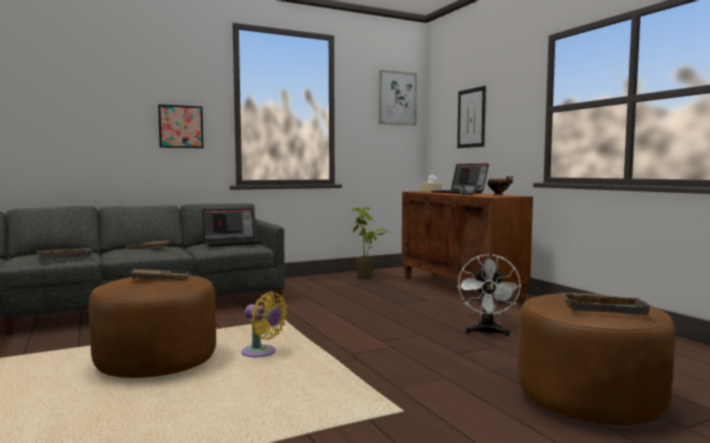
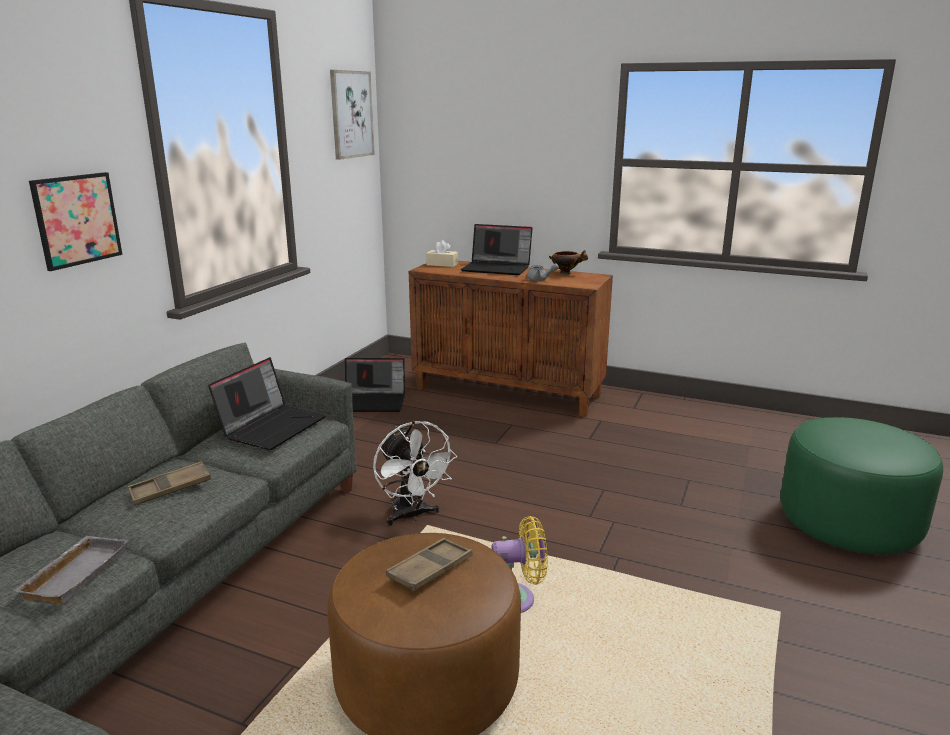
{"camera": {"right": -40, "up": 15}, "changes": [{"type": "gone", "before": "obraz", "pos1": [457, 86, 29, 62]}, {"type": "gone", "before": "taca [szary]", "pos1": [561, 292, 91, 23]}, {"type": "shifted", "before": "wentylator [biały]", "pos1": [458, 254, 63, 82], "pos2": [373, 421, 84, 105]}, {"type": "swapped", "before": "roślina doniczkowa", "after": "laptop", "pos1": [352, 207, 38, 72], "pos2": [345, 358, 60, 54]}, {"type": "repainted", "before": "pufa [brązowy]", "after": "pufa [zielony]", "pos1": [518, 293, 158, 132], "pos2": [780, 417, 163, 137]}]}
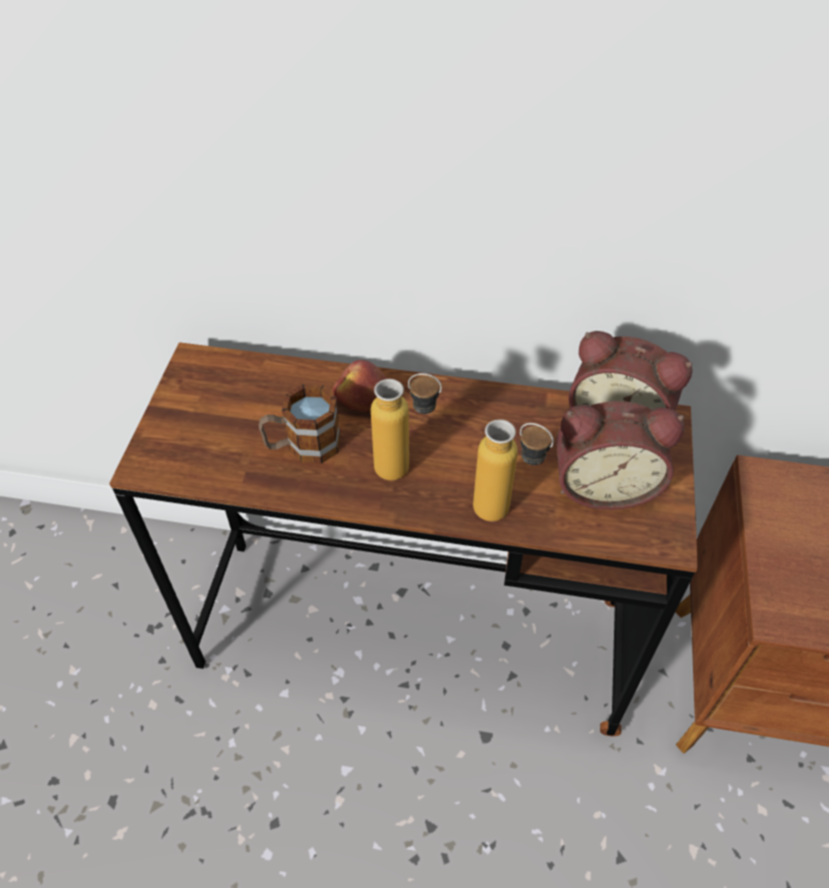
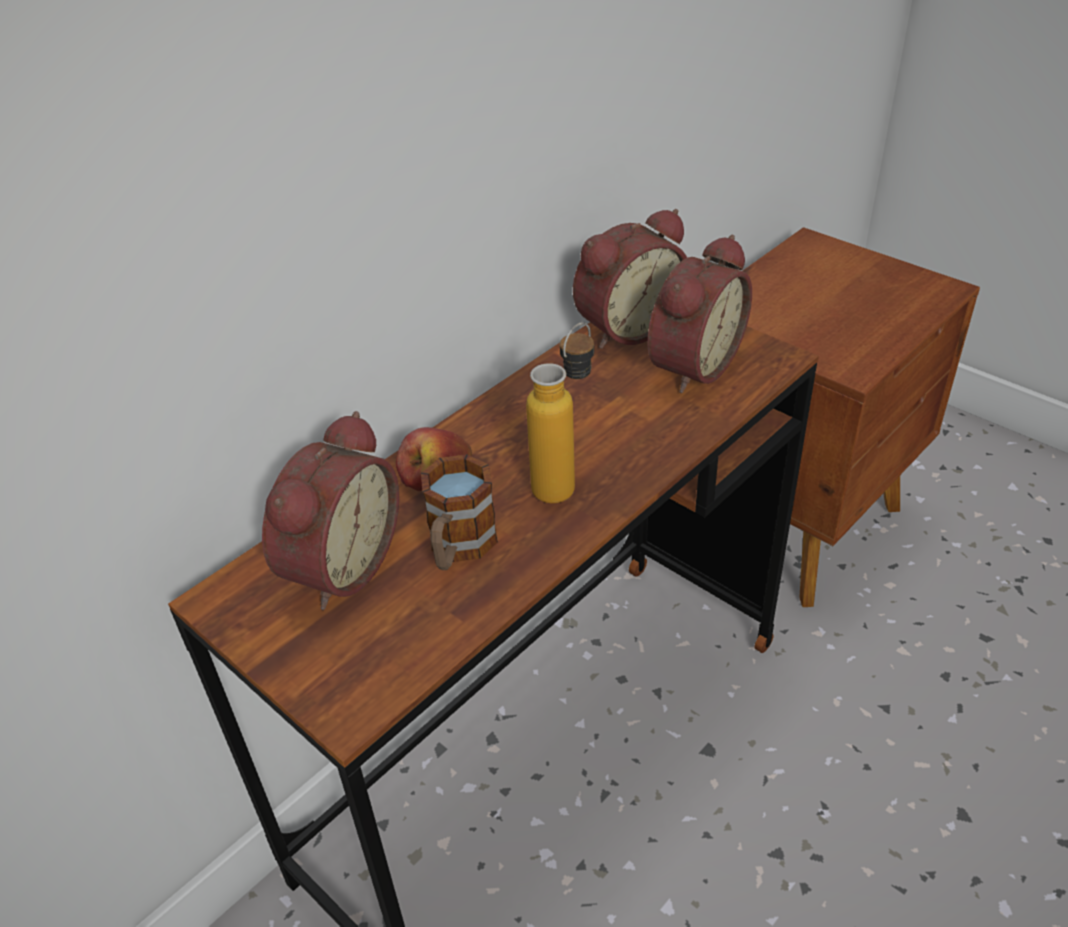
{"camera": {"right": -55, "up": -10}, "changes": [{"type": "gone", "before": "butelka", "pos1": [473, 419, 81, 102]}, {"type": "new", "after": "budzik", "pos2": [262, 411, 137, 199]}]}
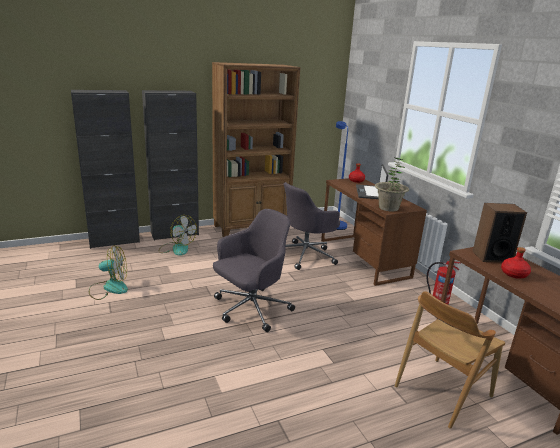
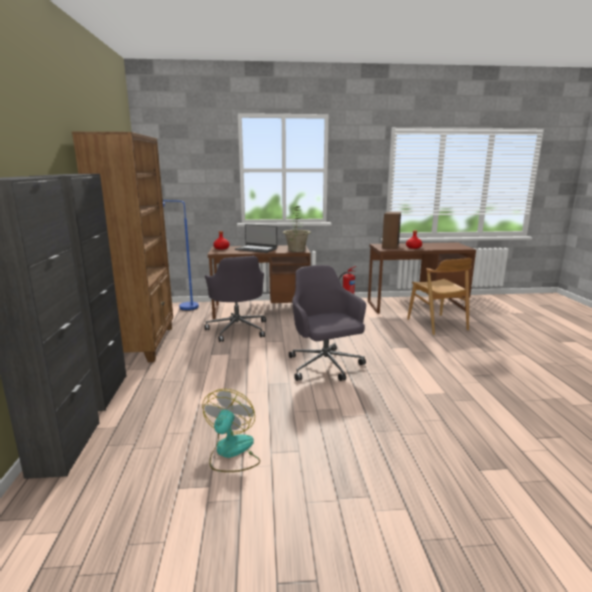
{"camera": {"right": -70, "up": -5}, "changes": [{"type": "gone", "before": "wentylator", "pos1": [159, 215, 38, 41]}]}
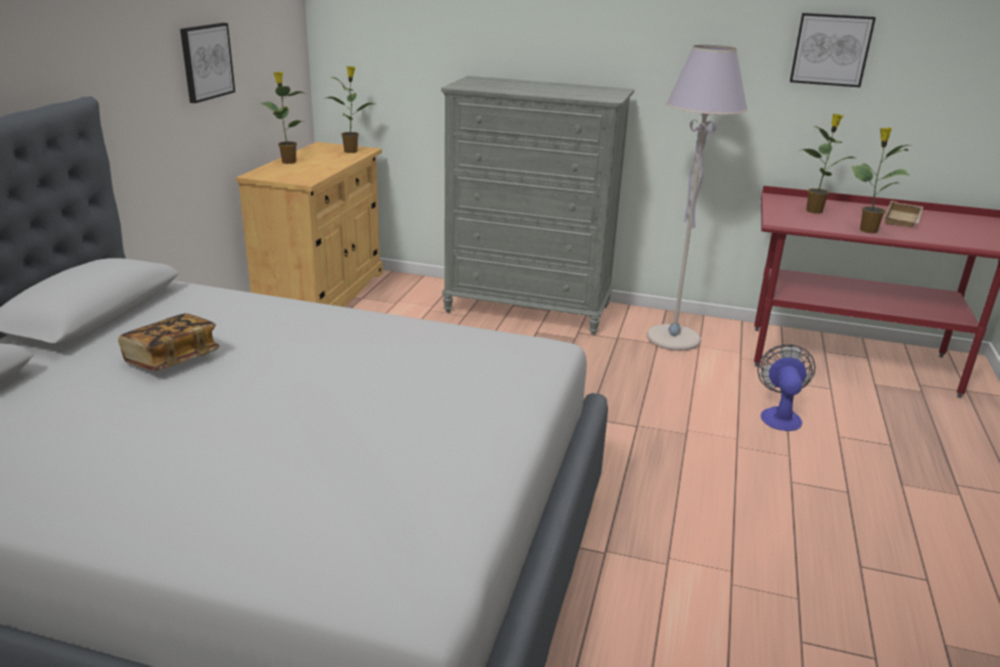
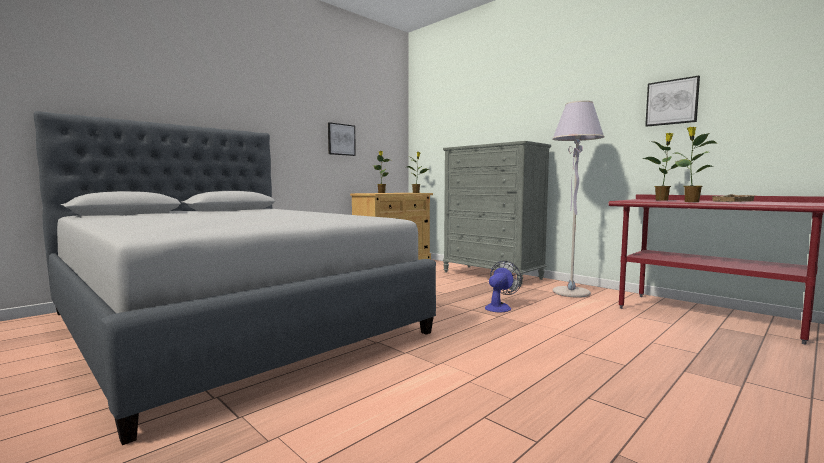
{"camera": {"right": 30, "up": -20}, "changes": [{"type": "gone", "before": "książka", "pos1": [118, 313, 101, 58]}, {"type": "shifted", "before": "wentylator", "pos1": [757, 344, 59, 87], "pos2": [485, 261, 37, 52]}]}
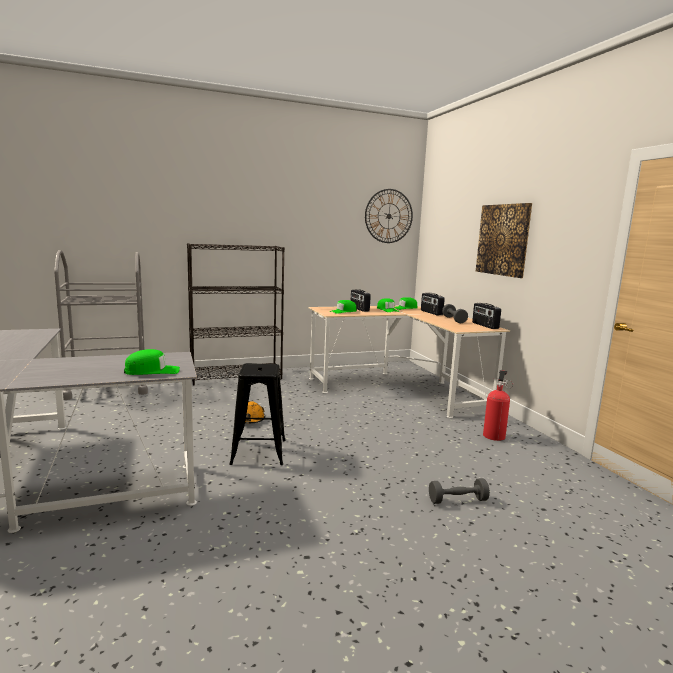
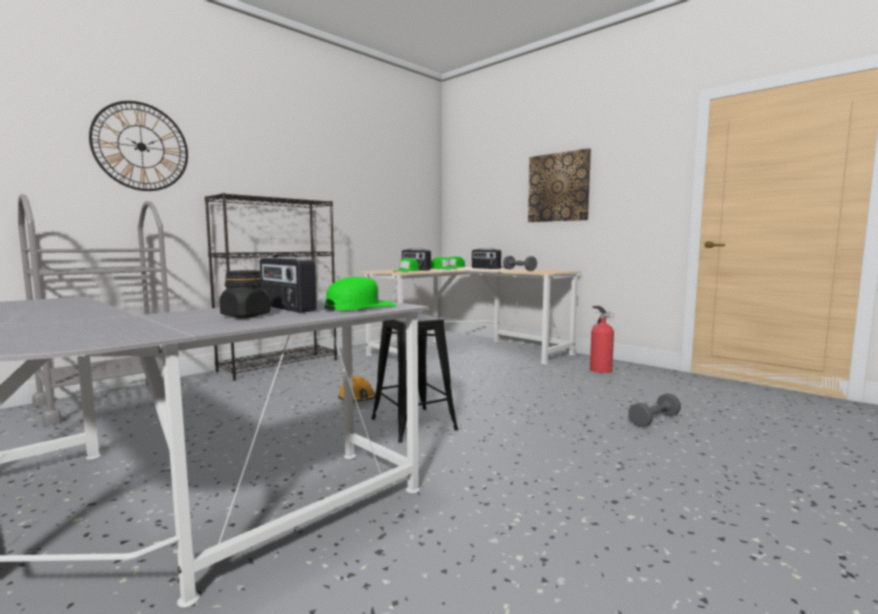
{"camera": {"right": -25, "up": -5}, "changes": [{"type": "new", "after": "słoik [czarny]", "pos2": [220, 270, 51, 48]}, {"type": "shifted", "before": "zegar ścienny", "pos1": [365, 189, 48, 54], "pos2": [89, 101, 99, 90]}, {"type": "shifted", "before": "radio", "pos1": [472, 303, 29, 26], "pos2": [260, 254, 57, 59]}]}
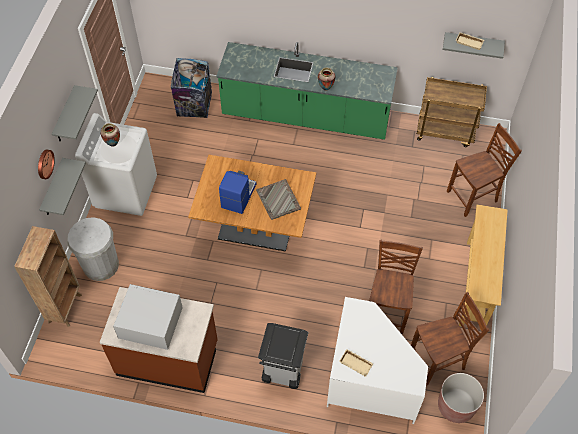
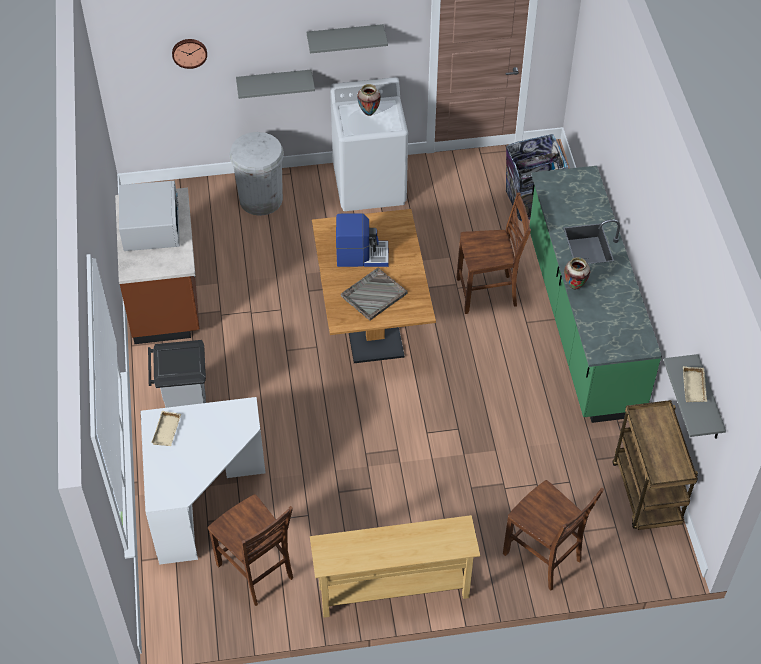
{"camera": {"right": 70, "up": -5}, "changes": [{"type": "gone", "before": "regał [brązowy]", "pos1": [14, 226, 68, 101]}, {"type": "gone", "before": "donica [brązowy]", "pos1": [438, 373, 46, 50]}, {"type": "shifted", "before": "zegar ścienny", "pos1": [38, 149, 17, 30], "pos2": [172, 39, 35, 30]}, {"type": "shifted", "before": "krzesło [brązowy]", "pos1": [369, 240, 54, 94], "pos2": [457, 192, 74, 122]}]}
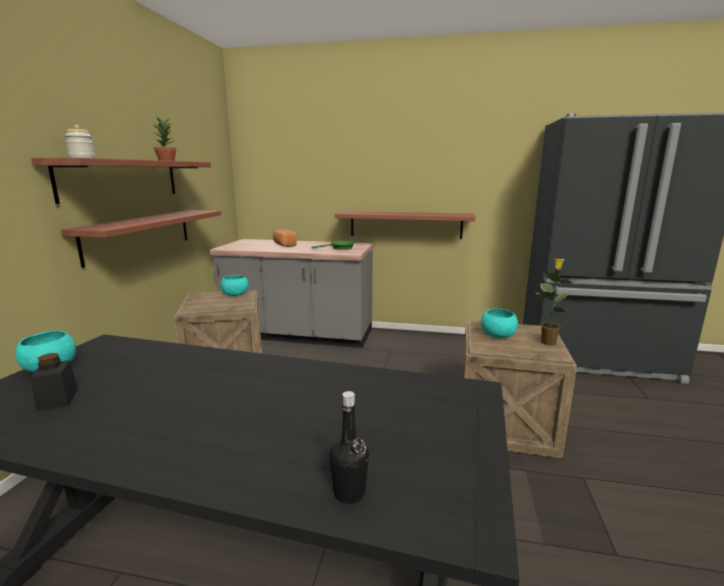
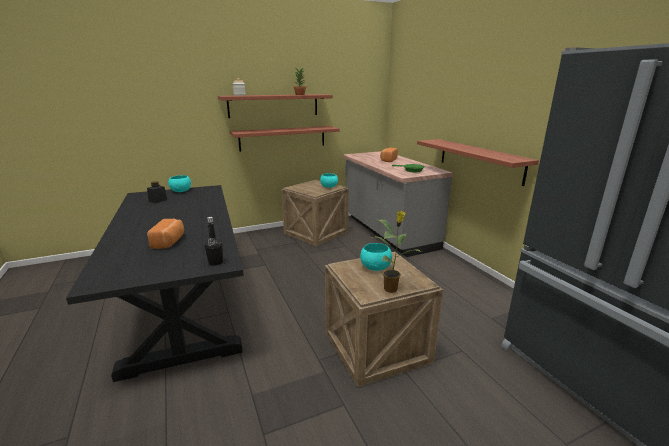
{"camera": {"right": 55, "up": 5}, "changes": [{"type": "new", "after": "chleb", "pos2": [147, 219, 37, 30]}, {"type": "shifted", "before": "butelka [czarny]", "pos1": [330, 391, 39, 113], "pos2": [205, 217, 18, 49]}]}
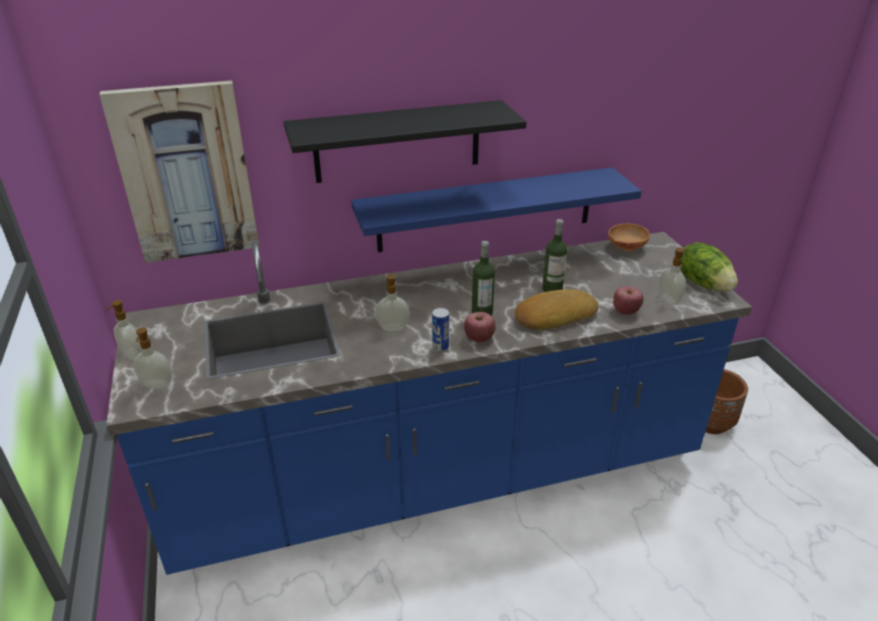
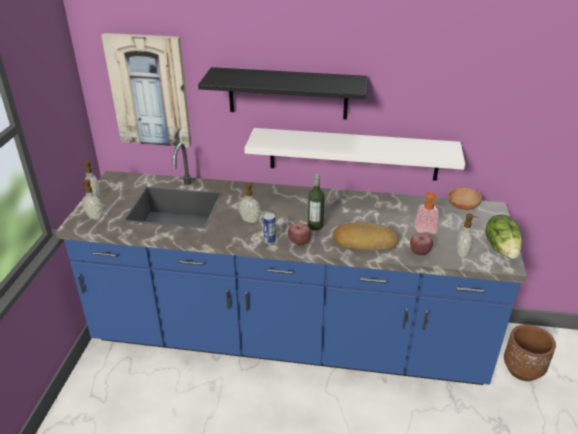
{"camera": {"right": 25, "up": 0}, "changes": [{"type": "gone", "before": "butelka", "pos1": [542, 219, 25, 73]}, {"type": "new", "after": "dozownik mydła", "pos2": [414, 192, 26, 43]}, {"type": "repainted", "before": "półka [niebieski]", "after": "półka [biały]", "pos1": [351, 167, 291, 85], "pos2": [244, 128, 221, 53]}]}
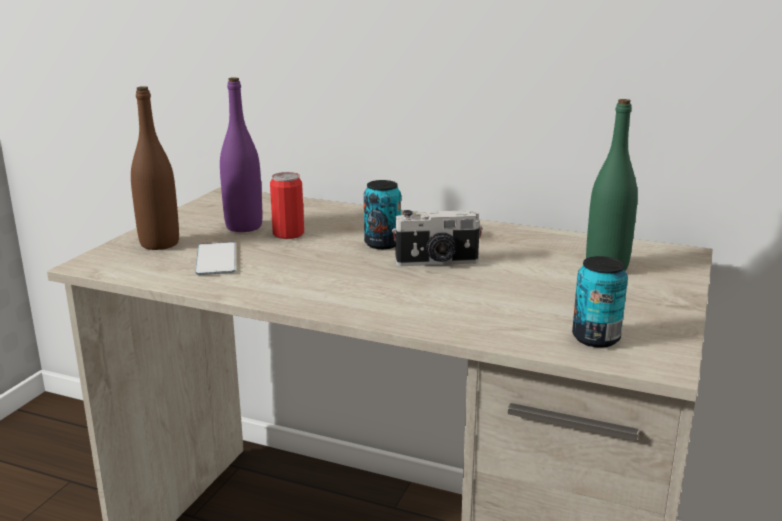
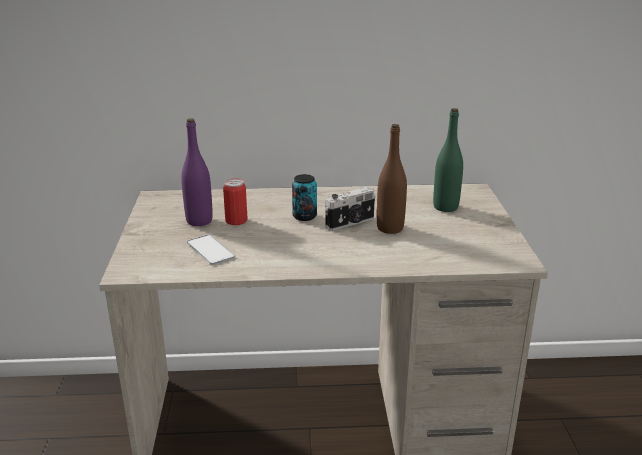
{"camera": {"right": -25, "up": 5}, "changes": [{"type": "gone", "before": "puszka", "pos1": [572, 256, 56, 92]}, {"type": "shifted", "before": "butelka [brązowy]", "pos1": [131, 86, 48, 164], "pos2": [377, 124, 30, 110]}]}
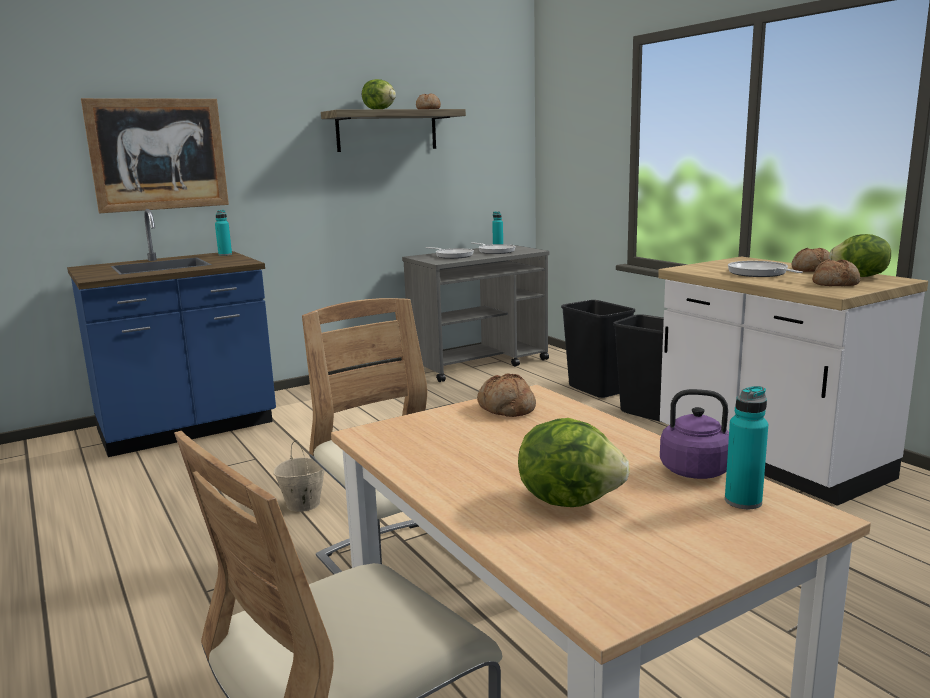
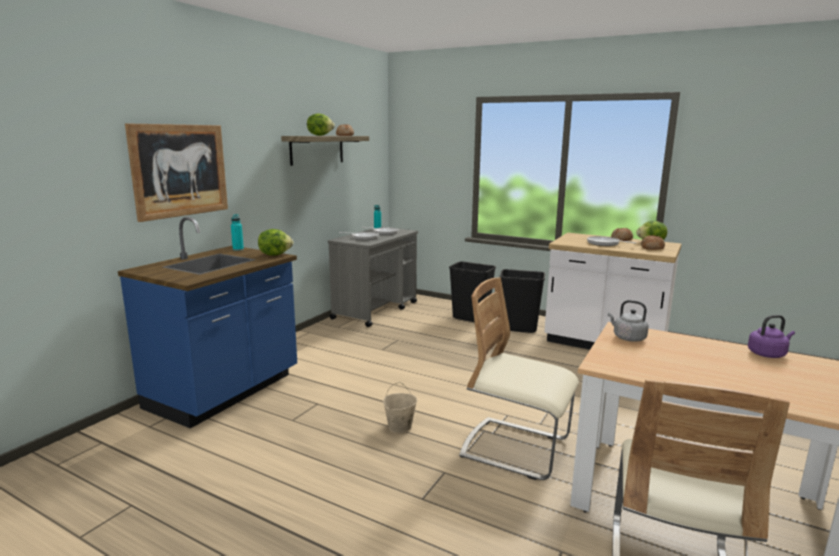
{"camera": {"right": -30, "up": 0}, "changes": [{"type": "gone", "before": "butelka [turkusowy]", "pos1": [725, 386, 43, 123]}, {"type": "shifted", "before": "sałata", "pos1": [518, 418, 112, 89], "pos2": [258, 229, 36, 27]}, {"type": "swapped", "before": "chleb", "after": "czajnik [szary]", "pos1": [477, 373, 59, 44], "pos2": [608, 300, 41, 42]}]}
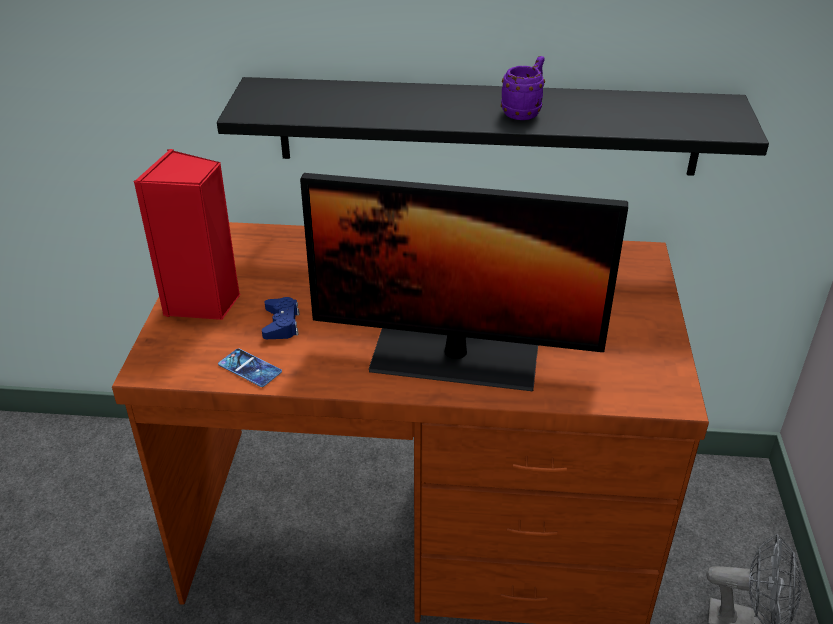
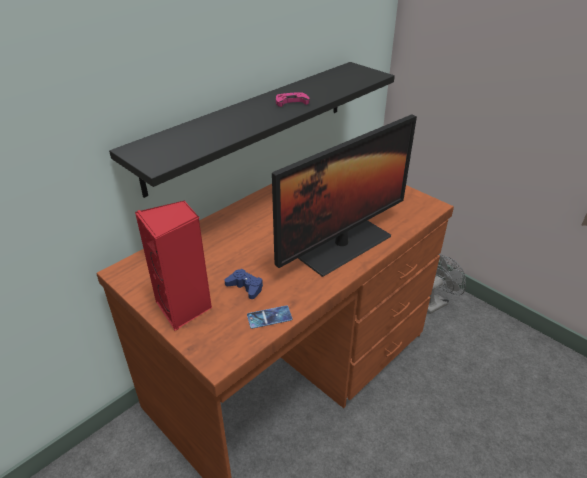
{"camera": {"right": -50, "up": 0}, "changes": [{"type": "swapped", "before": "kubek [fioletowy]", "after": "pad do gier [różowy]", "pos1": [501, 56, 44, 64], "pos2": [276, 92, 34, 15]}]}
